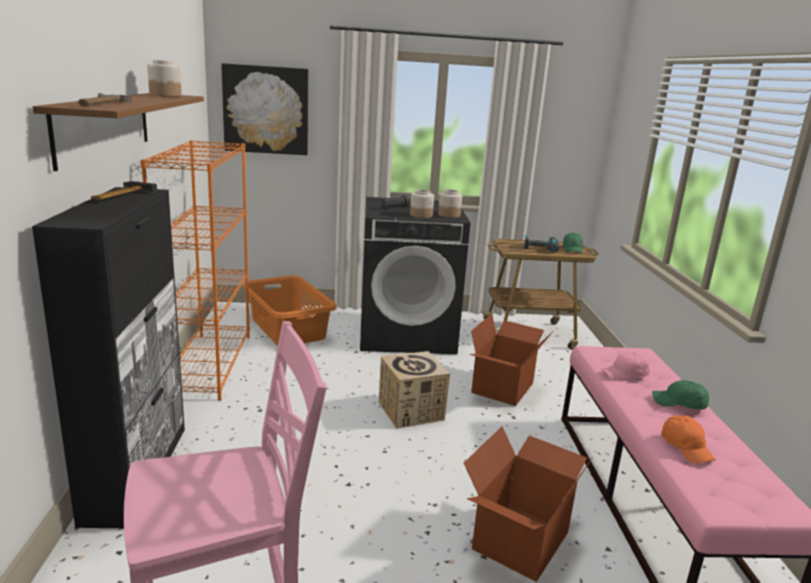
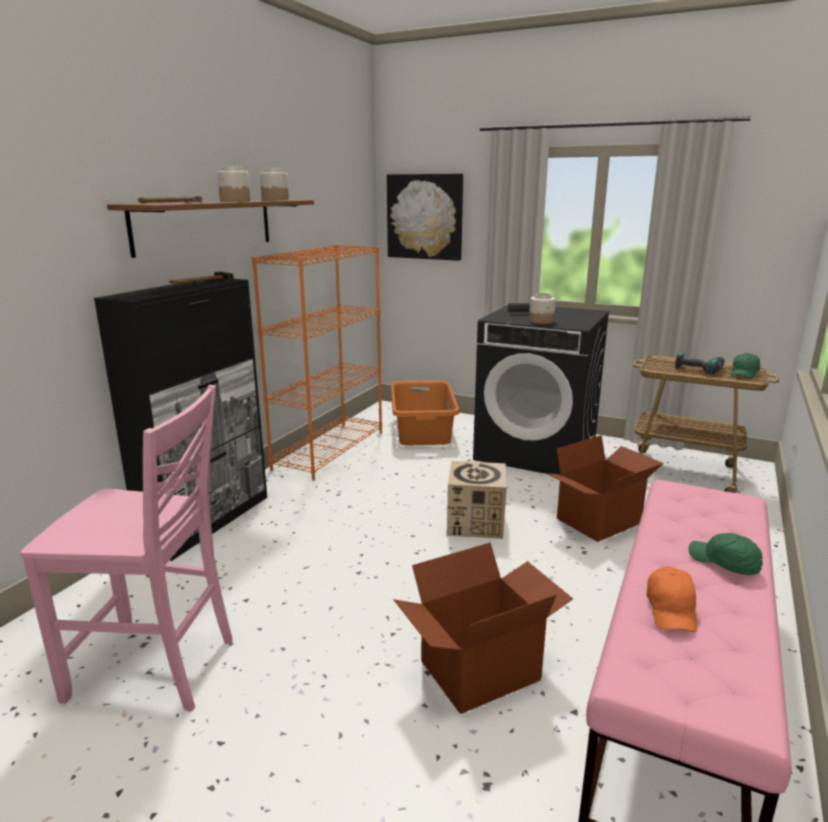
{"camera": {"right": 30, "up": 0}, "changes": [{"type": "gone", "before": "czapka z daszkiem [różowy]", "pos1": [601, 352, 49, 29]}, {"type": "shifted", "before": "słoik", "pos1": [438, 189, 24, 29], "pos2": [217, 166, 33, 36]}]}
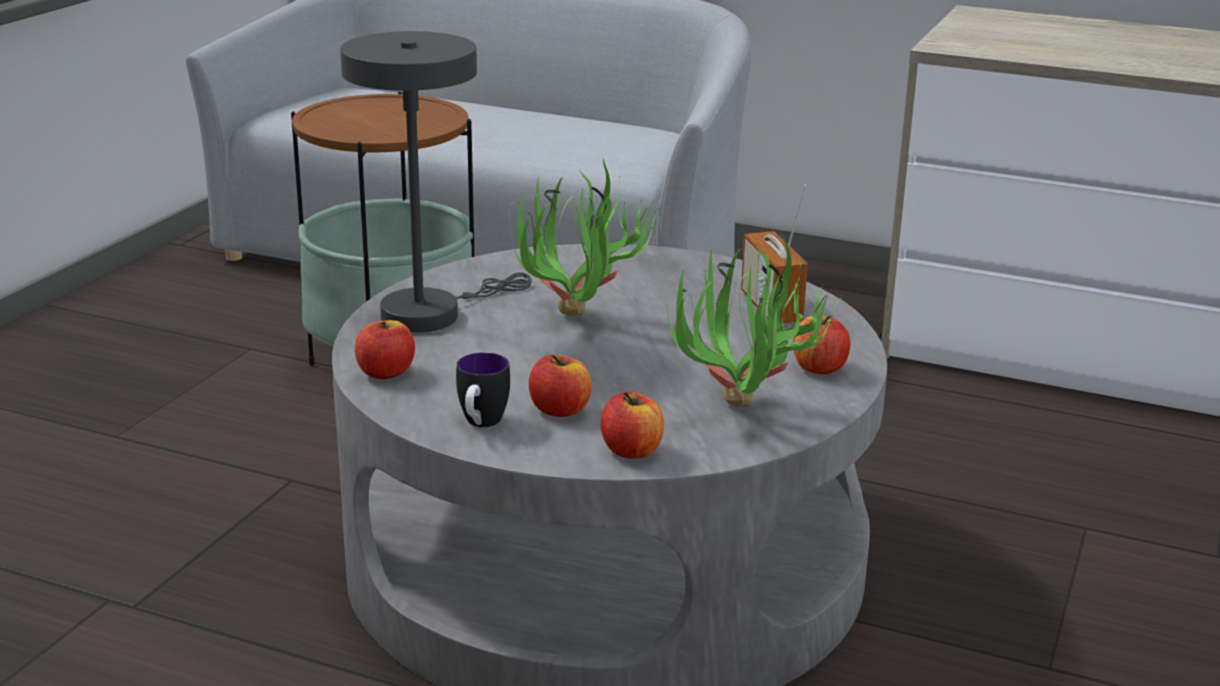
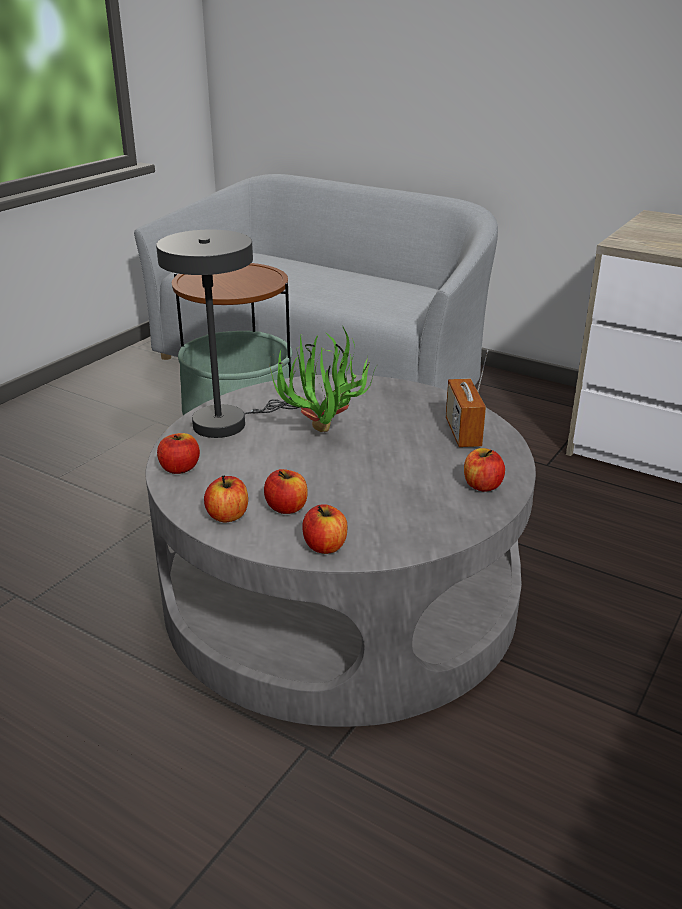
{"camera": {"right": 10, "up": 5}, "changes": [{"type": "gone", "before": "roślina doniczkowa", "pos1": [666, 234, 174, 173]}, {"type": "swapped", "before": "kubek", "after": "jabłko", "pos1": [456, 352, 54, 75], "pos2": [204, 475, 44, 47]}]}
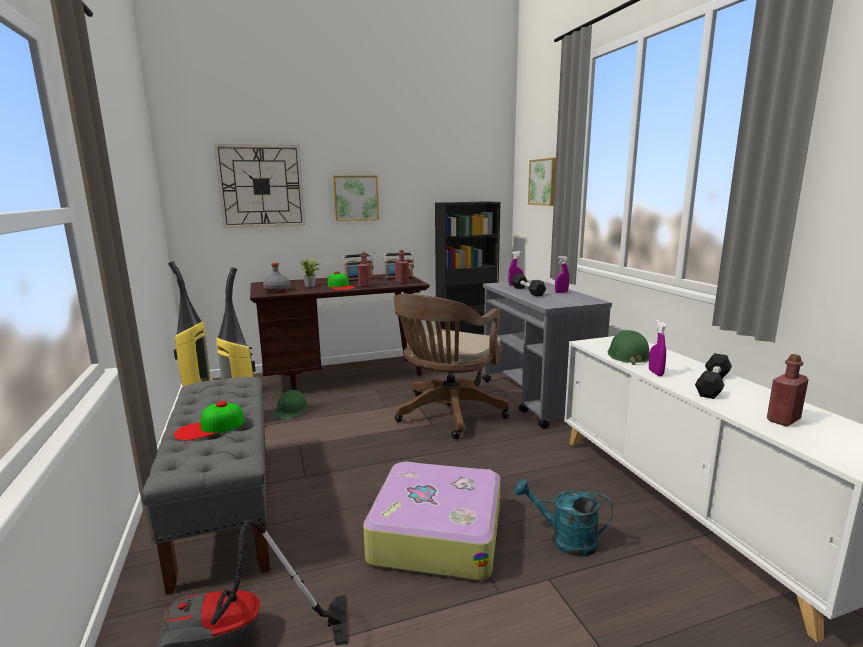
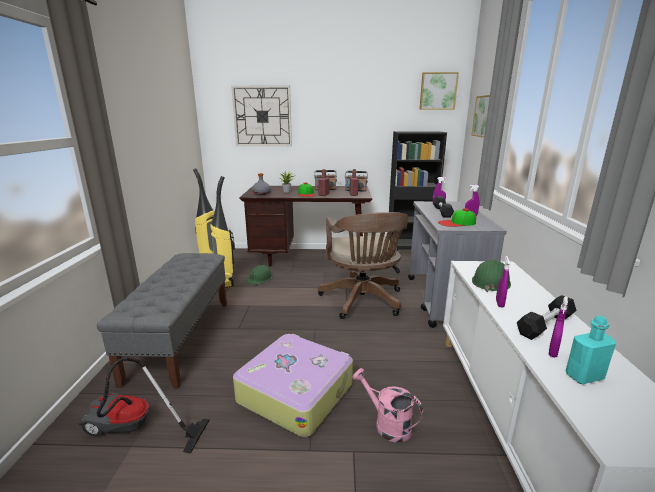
{"camera": {"right": 20, "up": 5}, "changes": [{"type": "new", "after": "spryskiwacz [fioletowy]", "pos2": [549, 296, 19, 62]}, {"type": "shifted", "before": "czapka z daszkiem", "pos1": [174, 401, 70, 40], "pos2": [438, 208, 38, 19]}, {"type": "shifted", "before": "obraz", "pos1": [333, 176, 46, 45], "pos2": [419, 72, 40, 38]}, {"type": "repainted", "before": "konewka [turkusowy]", "after": "konewka [różowy]", "pos1": [515, 478, 98, 79], "pos2": [352, 368, 71, 75]}, {"type": "repainted", "before": "butelka [czerwony]", "after": "butelka [turkusowy]", "pos1": [767, 354, 42, 72], "pos2": [566, 315, 50, 69]}, {"type": "rotated", "before": "krzesło biurowe [brązowy]", "pos1": [394, 294, 115, 145], "pos2": [318, 212, 91, 107], "turn": -60}]}
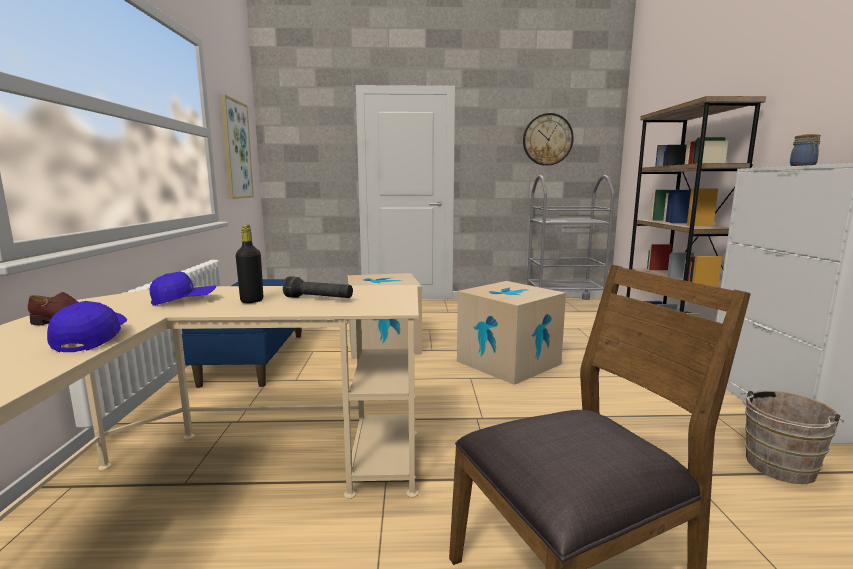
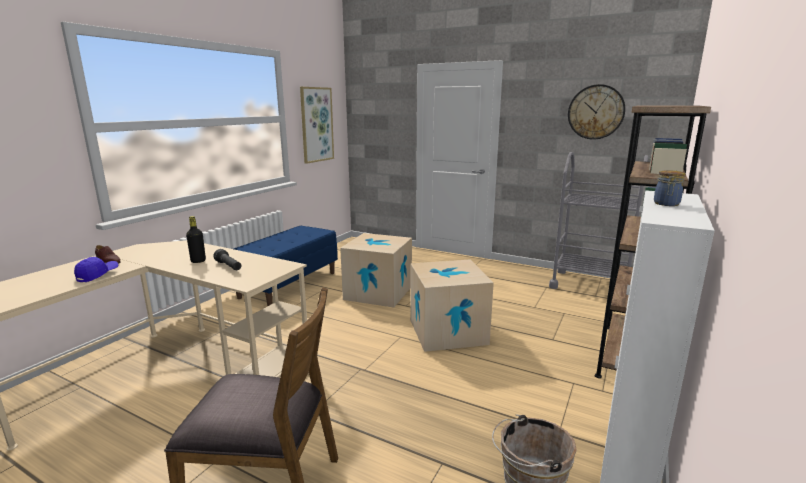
{"camera": {"right": 30, "up": 5}, "changes": [{"type": "gone", "before": "czapka z daszkiem [niebieski]", "pos1": [149, 271, 68, 35]}]}
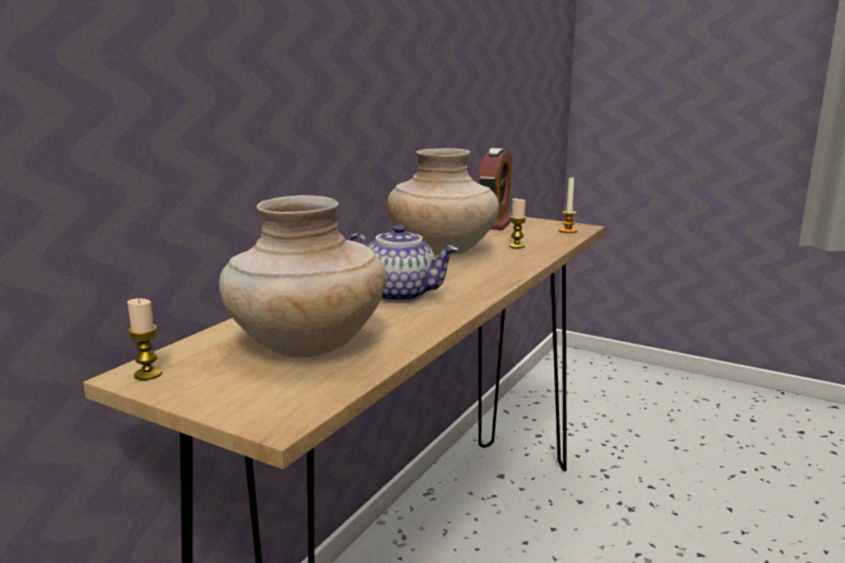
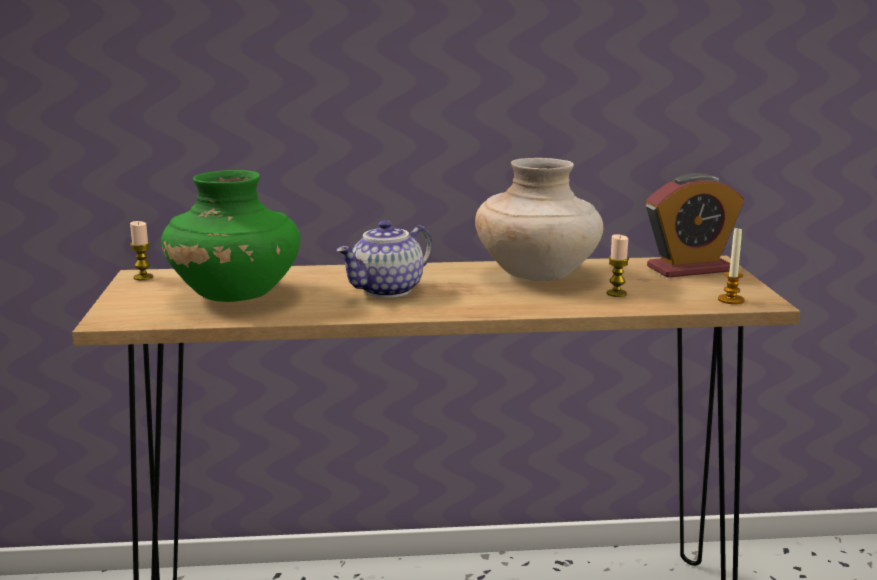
{"camera": {"right": 55, "up": 0}, "changes": [{"type": "repainted", "before": "wazon [beżowy]", "after": "wazon [zielony]", "pos1": [219, 195, 167, 163], "pos2": [161, 170, 139, 132]}, {"type": "rotated", "before": "imbryk", "pos1": [348, 224, 111, 78], "pos2": [336, 220, 97, 78], "turn": 60}]}
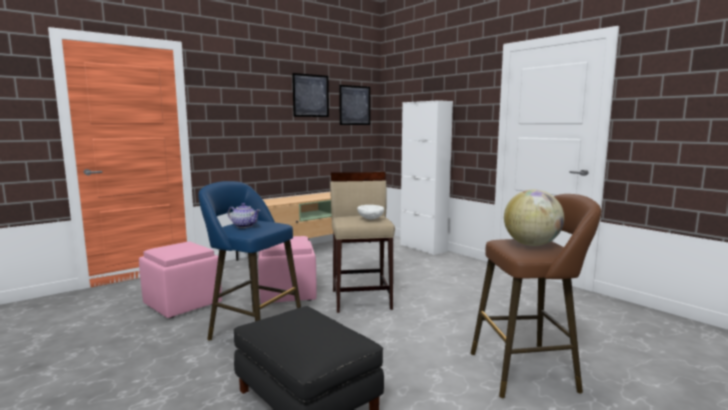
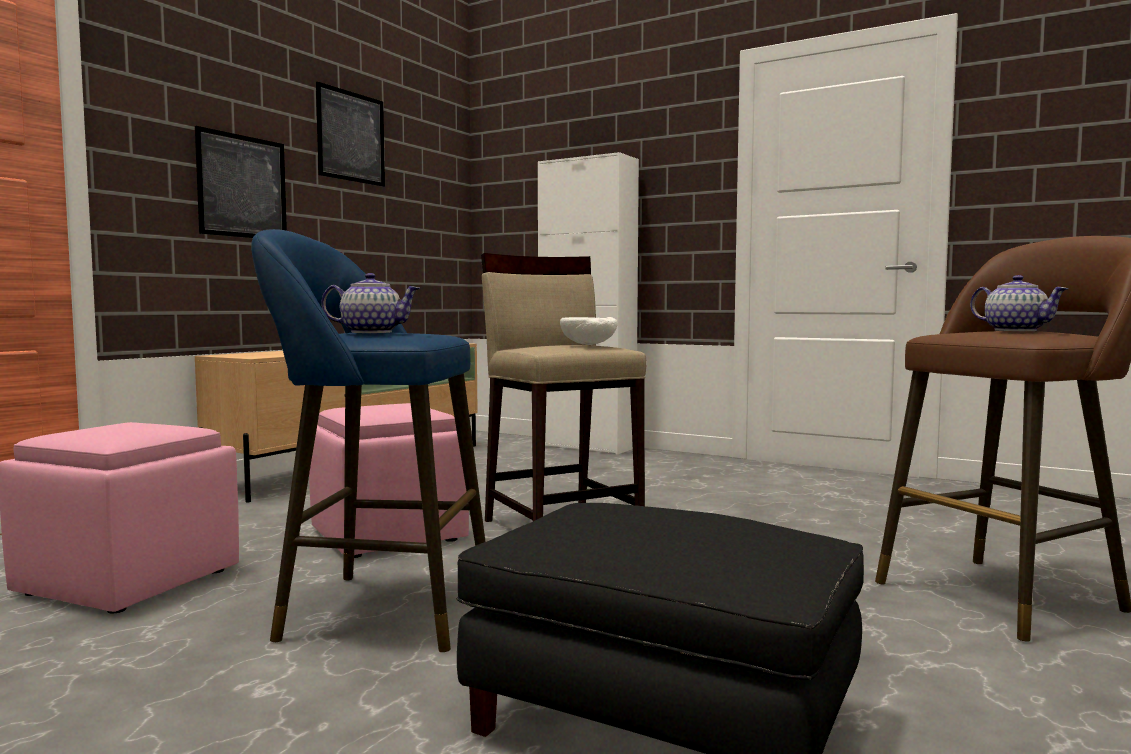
{"camera": {"right": -20, "up": -5}, "changes": [{"type": "shifted", "before": "obraz", "pos1": [339, 85, 31, 40], "pos2": [195, 126, 92, 112]}, {"type": "swapped", "before": "globus", "after": "imbryk", "pos1": [504, 190, 60, 56], "pos2": [970, 275, 99, 56]}]}
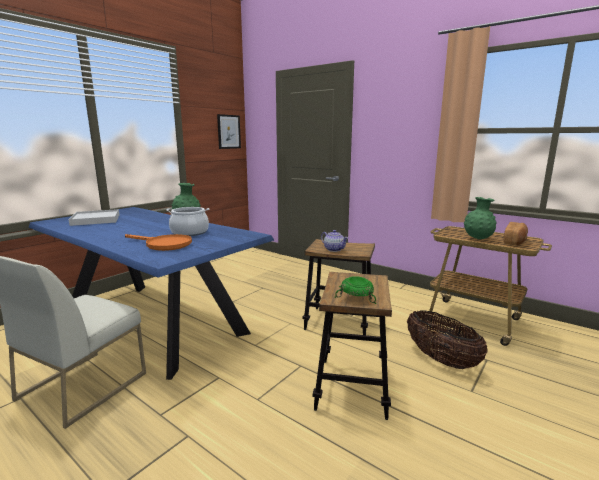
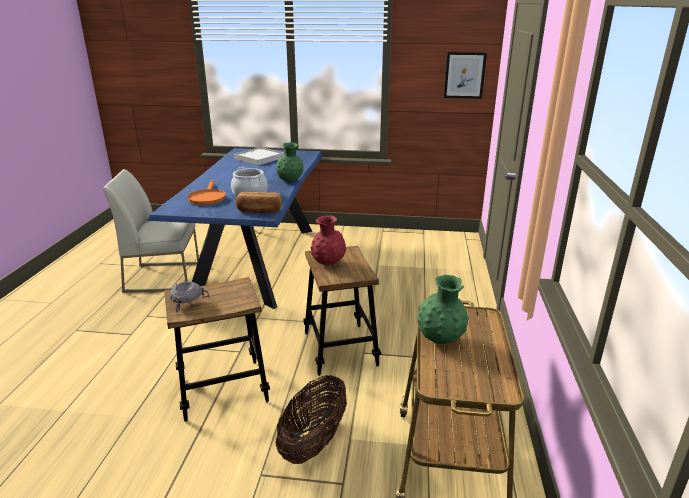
{"camera": {"right": 60, "up": 10}, "changes": [{"type": "shifted", "before": "chleb", "pos1": [503, 222, 25, 24], "pos2": [236, 192, 46, 21]}, {"type": "swapped", "before": "imbryk", "after": "wazon [czerwony]", "pos1": [321, 230, 27, 22], "pos2": [311, 215, 35, 50]}, {"type": "repainted", "before": "miska [zielony]", "after": "miska [szary]", "pos1": [334, 276, 42, 28], "pos2": [170, 281, 40, 32]}]}
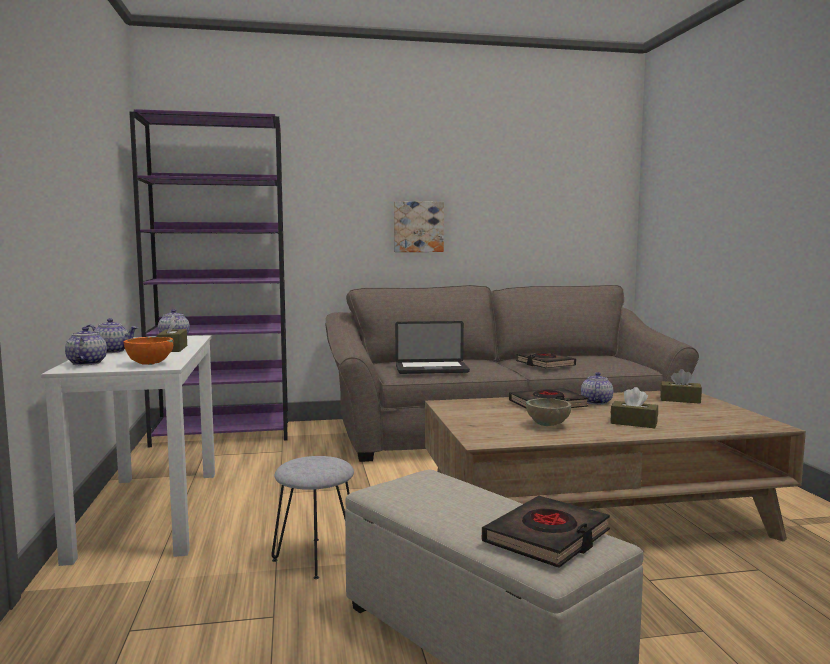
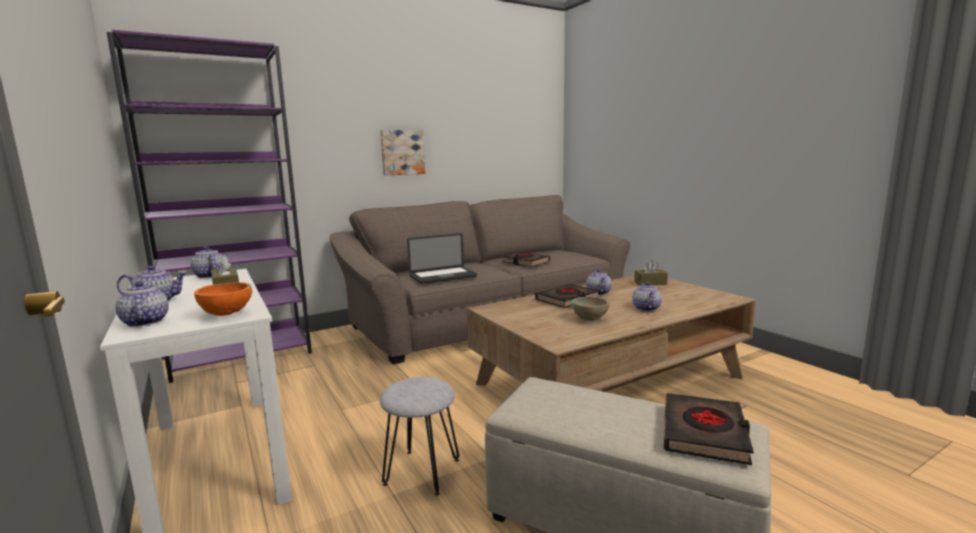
{"camera": {"right": -20, "up": 5}, "changes": [{"type": "swapped", "before": "pudełko chusteczek [brązowy]", "after": "imbryk", "pos1": [610, 387, 48, 41], "pos2": [632, 282, 30, 29]}]}
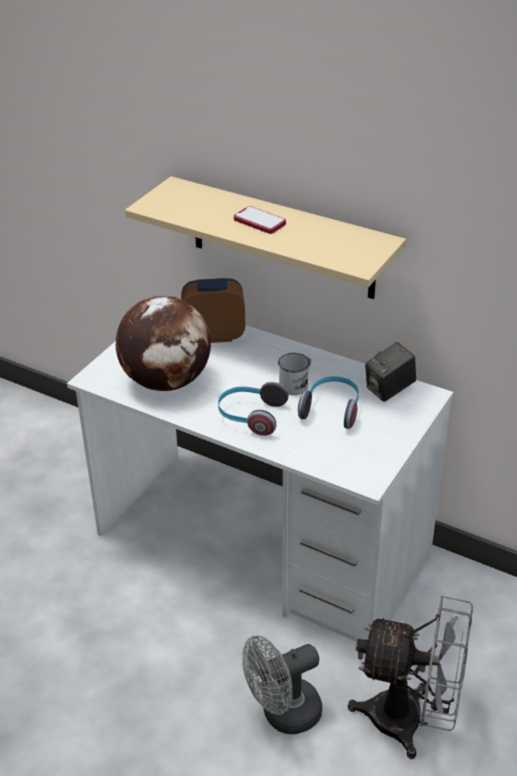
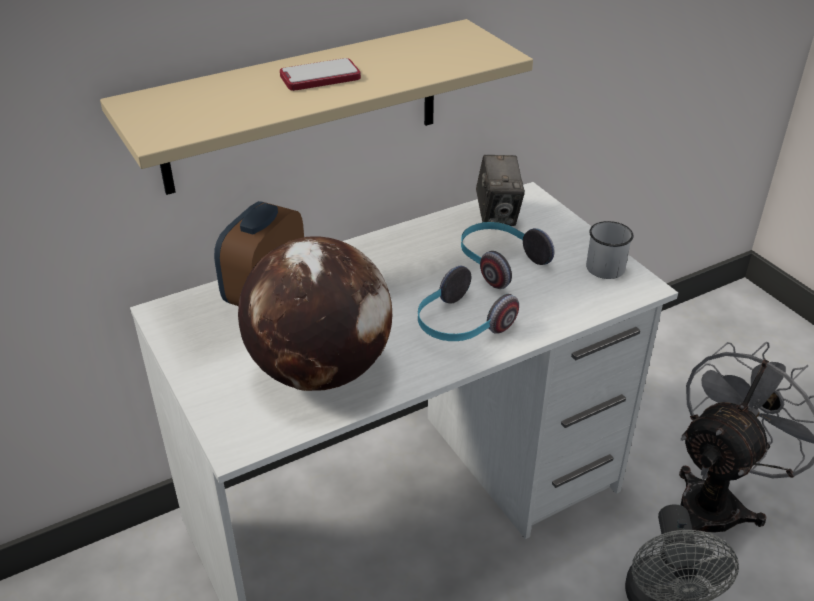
{"camera": {"right": -60, "up": 0}, "changes": [{"type": "shifted", "before": "kubek [biały]", "pos1": [278, 353, 33, 42], "pos2": [586, 221, 47, 58]}]}
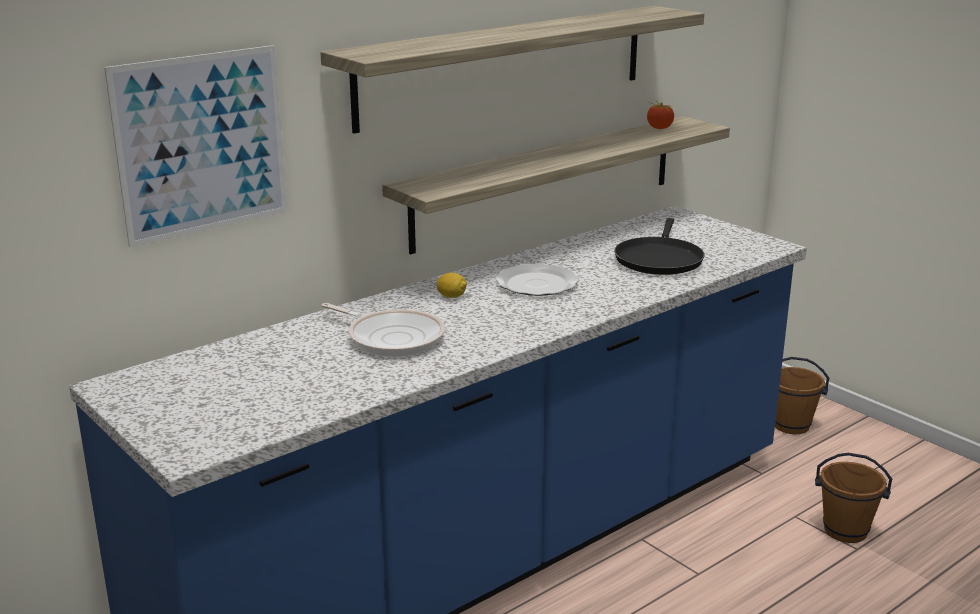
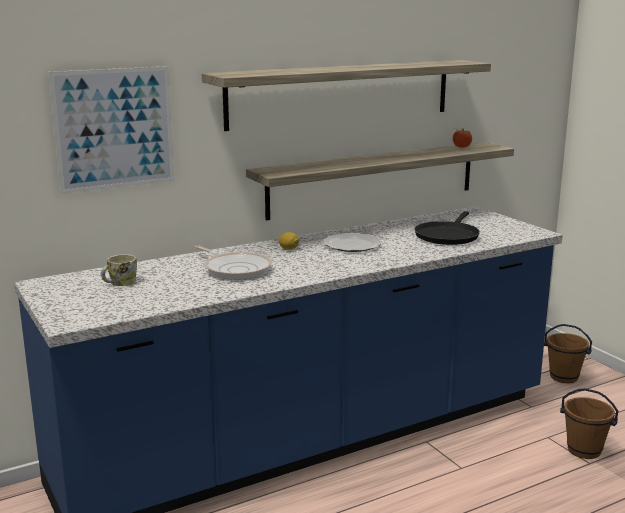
{"camera": {"right": 10, "up": -5}, "changes": [{"type": "new", "after": "kubek", "pos2": [101, 254, 36, 32]}]}
